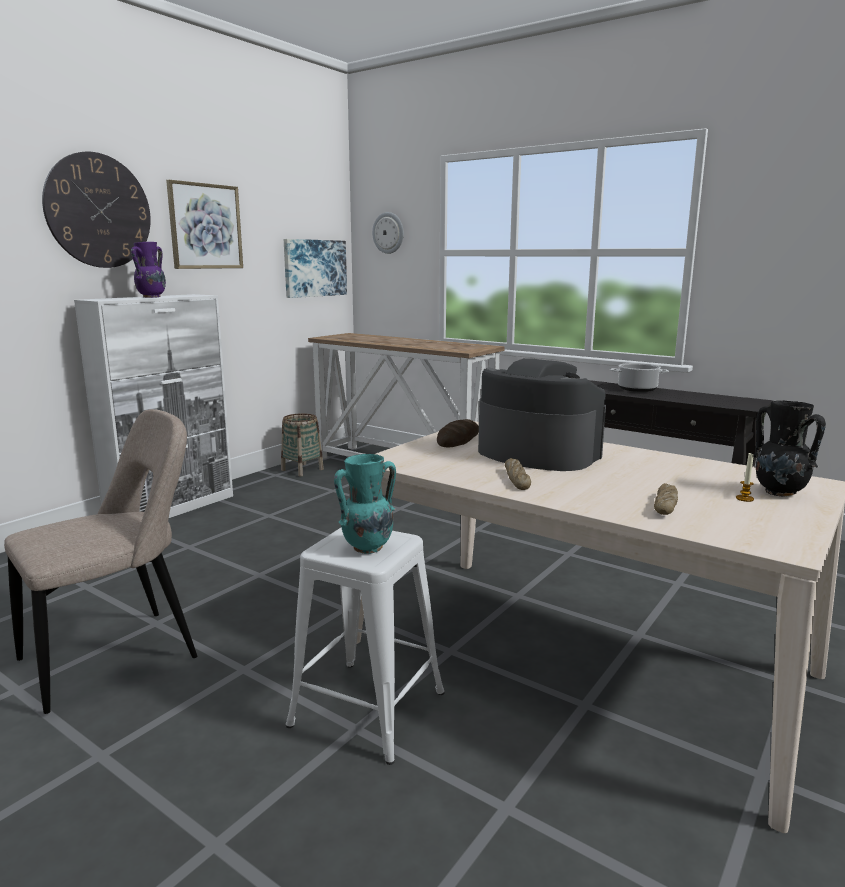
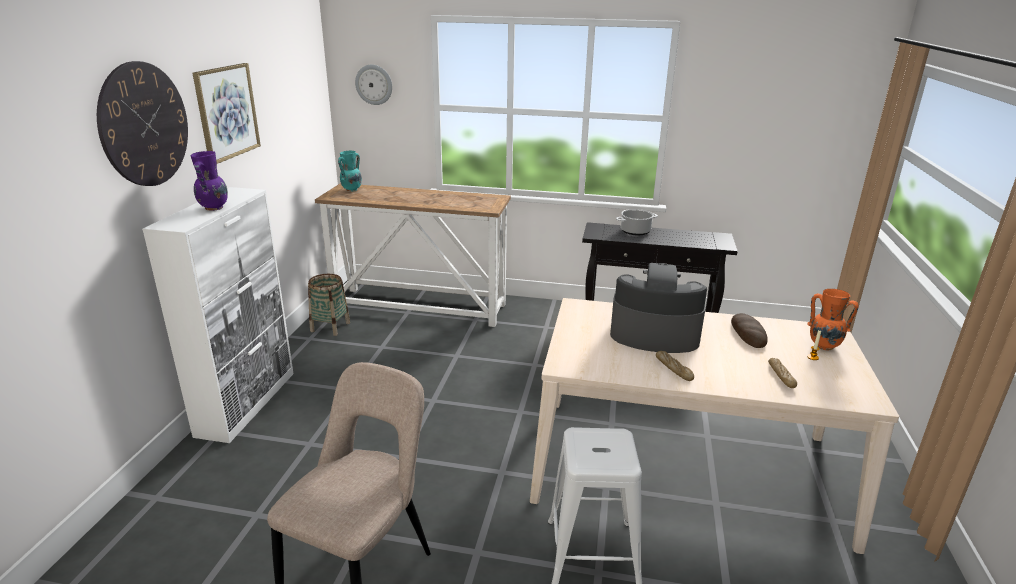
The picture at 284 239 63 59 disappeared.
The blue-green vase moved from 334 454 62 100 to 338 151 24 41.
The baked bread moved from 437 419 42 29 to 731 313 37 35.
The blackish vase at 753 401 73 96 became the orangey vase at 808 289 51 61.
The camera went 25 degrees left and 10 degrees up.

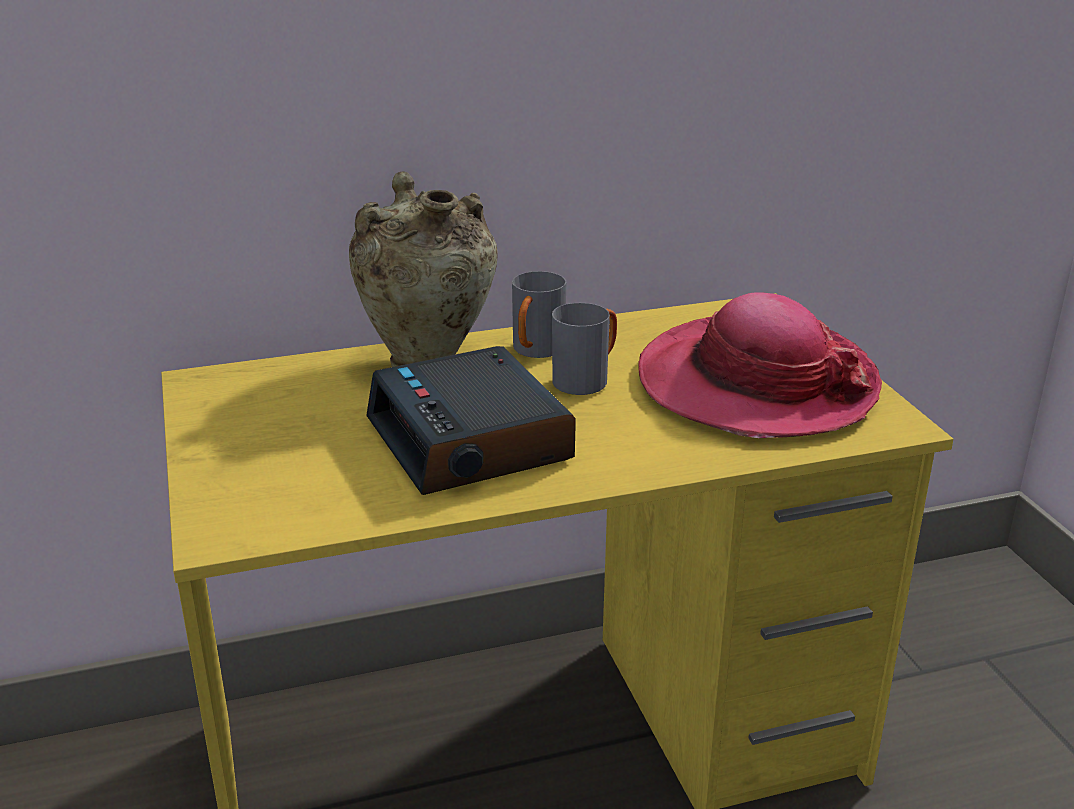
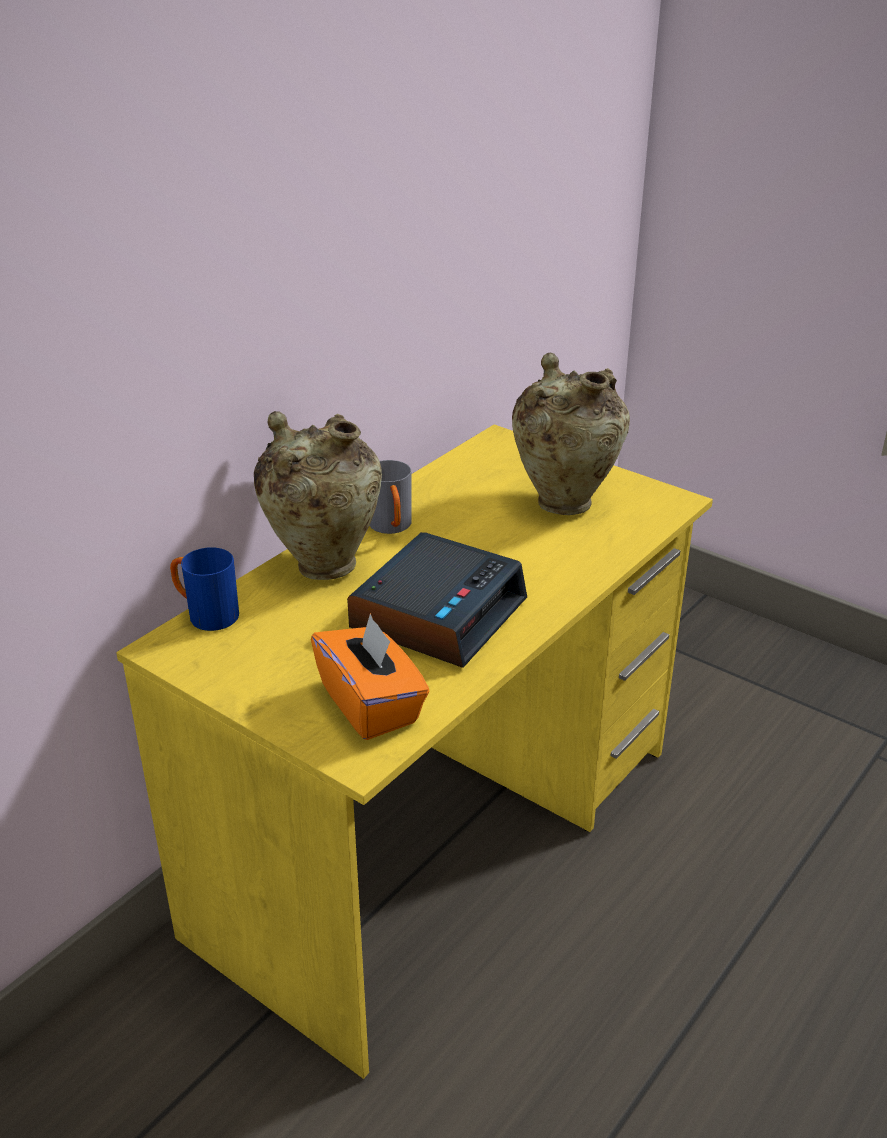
The bedside clock at 366 346 210 149 turned 90 degrees counterclockwise.
The greyish mug at 552 303 65 92 disappeared.
The clothing hat at 638 292 244 146 was replaced by the beige vase at 512 352 118 163.
The blue mug at 170 547 69 84 appeared.
The orangey tissue holder at 311 613 118 127 appeared.
The camera went 35 degrees left and 5 degrees up.

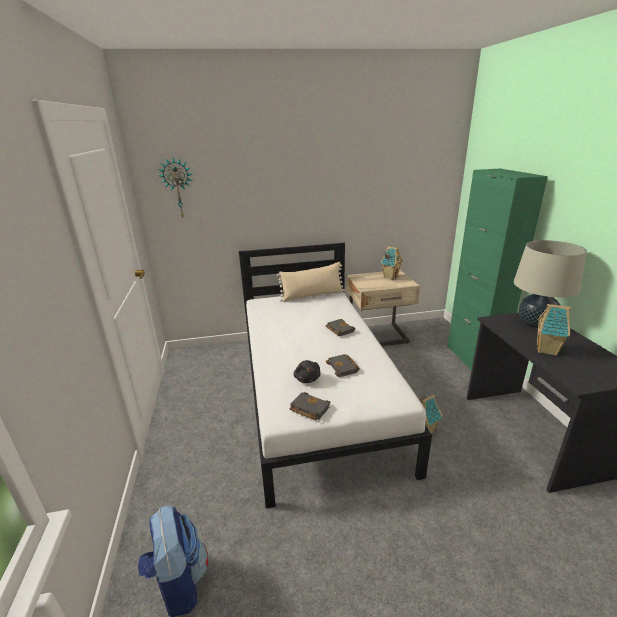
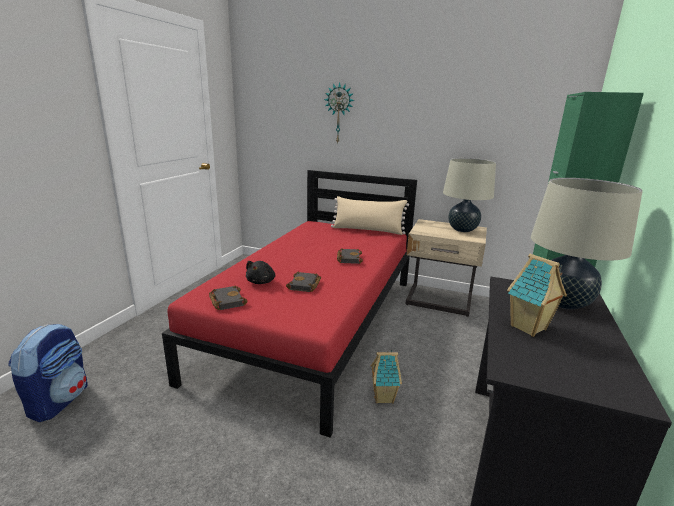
The hanging clock moved from 159 158 33 60 to 324 82 31 61.
The white-coloured bedroom bed at 239 243 193 265 became the reddish bedroom bed at 162 170 255 267.
The model house at 381 246 22 34 was replaced by the beige table lamp at 443 158 53 74.
The camera went 30 degrees right and 5 degrees down.

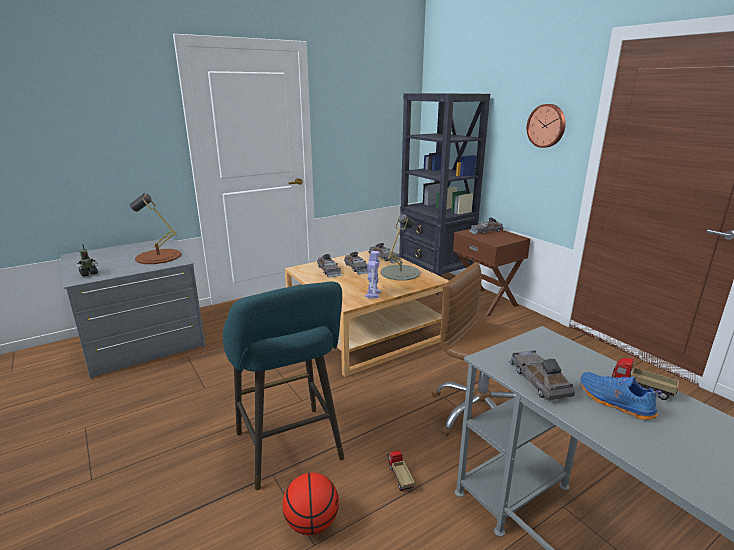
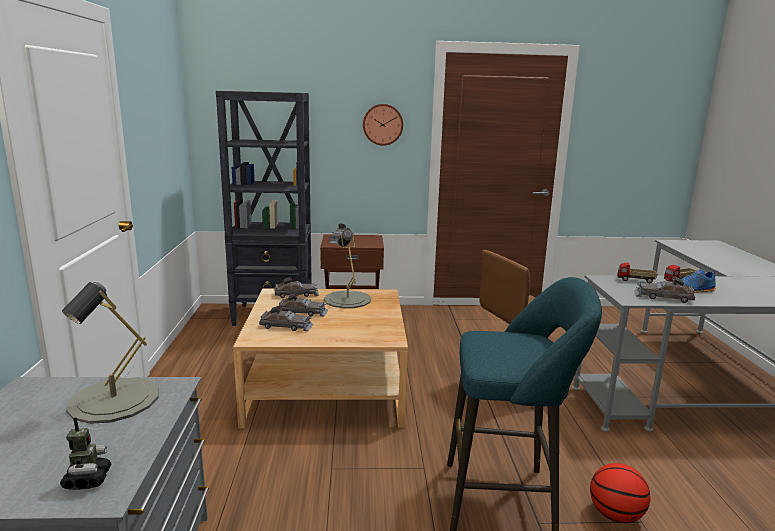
The brown-coloured table lamp at 130 193 52 71 became the greyish table lamp at 62 282 97 142.
The model robot at 365 251 16 48 disappeared.
The toy lorry moved from 387 451 28 40 to 617 262 40 21.
The camera went 60 degrees left and 5 degrees down.

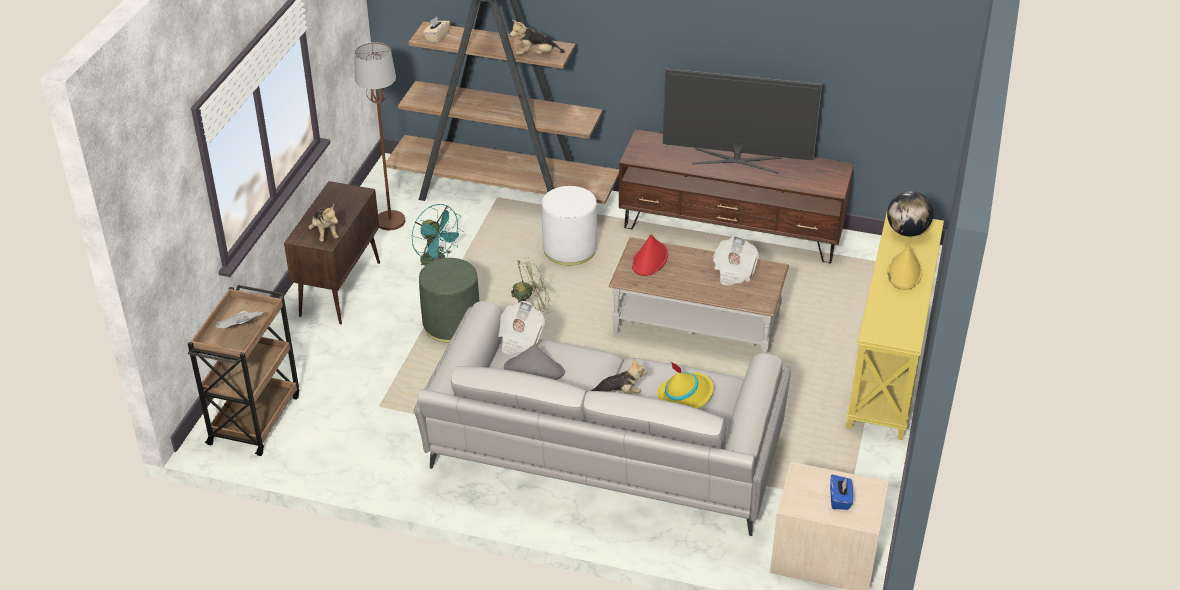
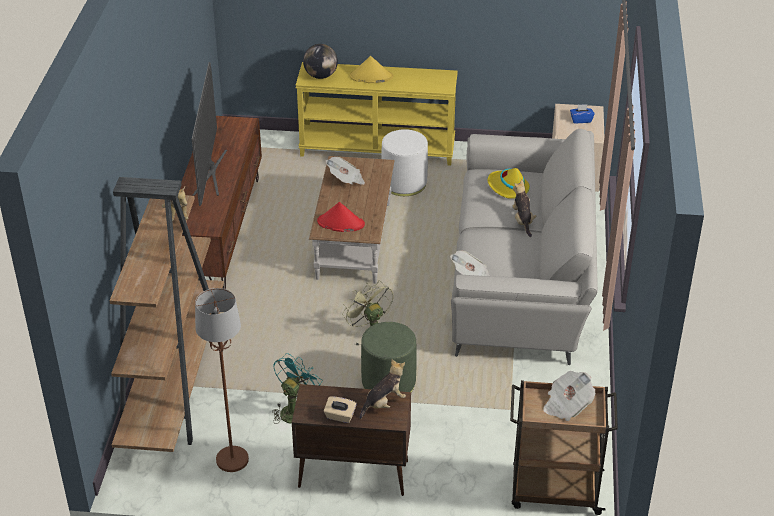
The beige tissue holder moved from 423 16 27 27 to 324 396 33 27.
The greyish clothing hat at 504 344 61 36 disappeared.
The white-coloured pouffe moved from 542 186 55 79 to 381 129 47 67.
The camera went 100 degrees left and 0 degrees up.

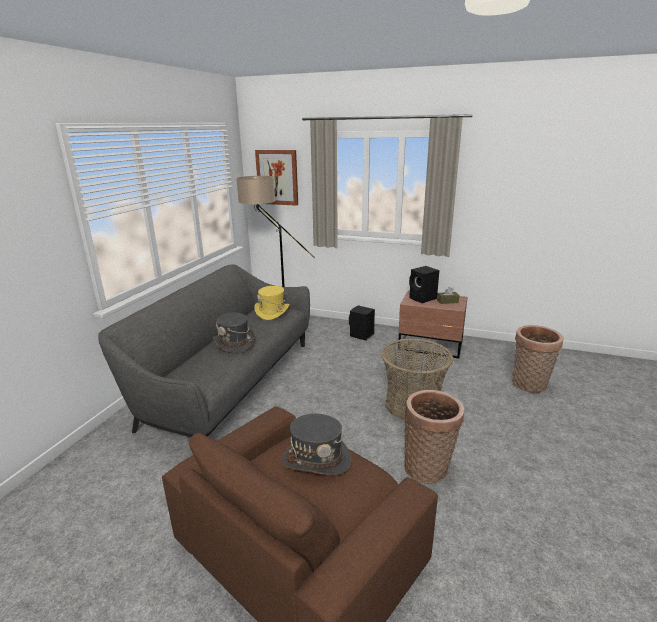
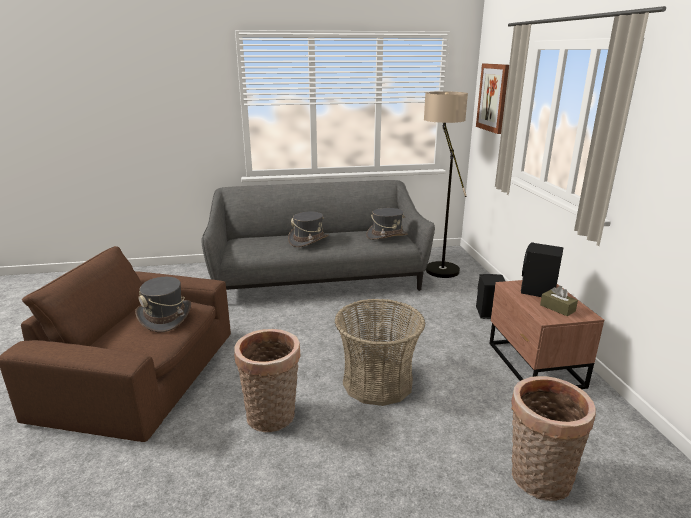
The yellow clothing hat at 254 286 36 34 became the greyish clothing hat at 366 208 42 32.
The camera went 60 degrees right and 0 degrees up.

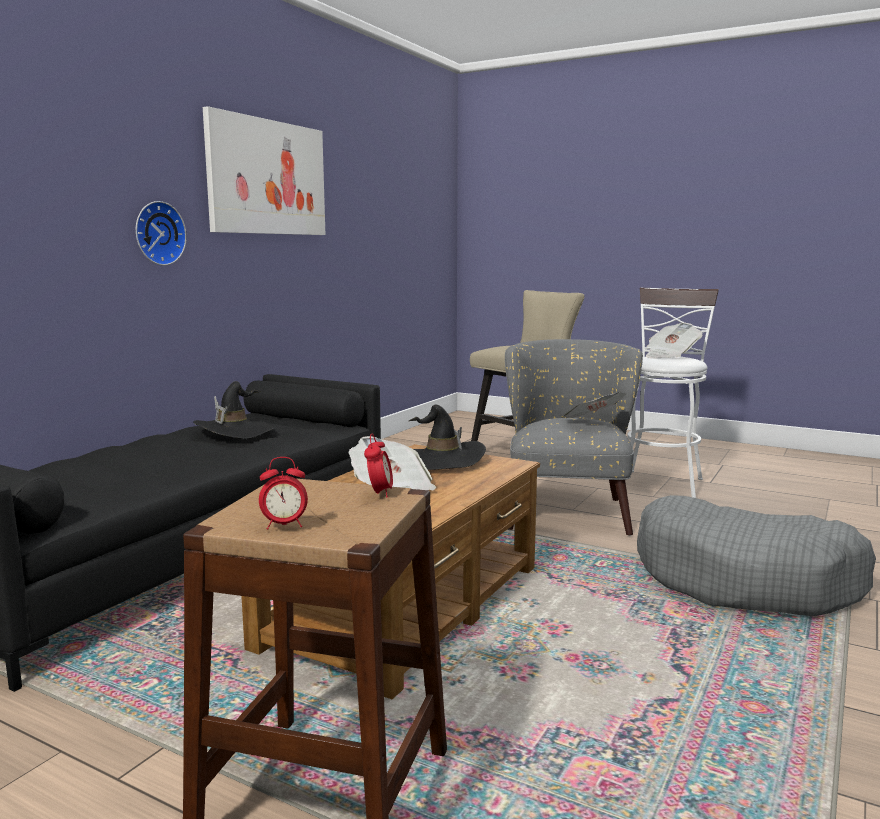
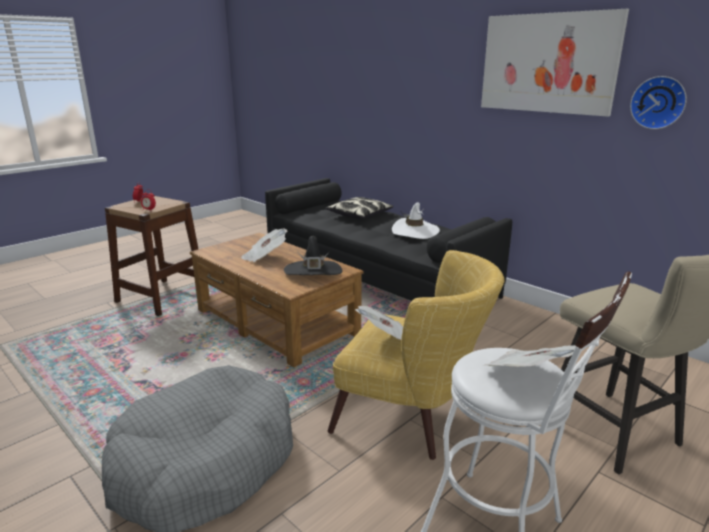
The hanging clock moved from 136 201 51 65 to 630 76 57 53.
The blackish clothing hat at 193 381 82 58 became the white-coloured clothing hat at 392 202 48 37.
The greyish lounge chair at 505 339 138 197 became the yellow lounge chair at 328 250 177 210.
The pillow at 325 197 69 22 appeared.
The camera went 105 degrees right and 10 degrees up.

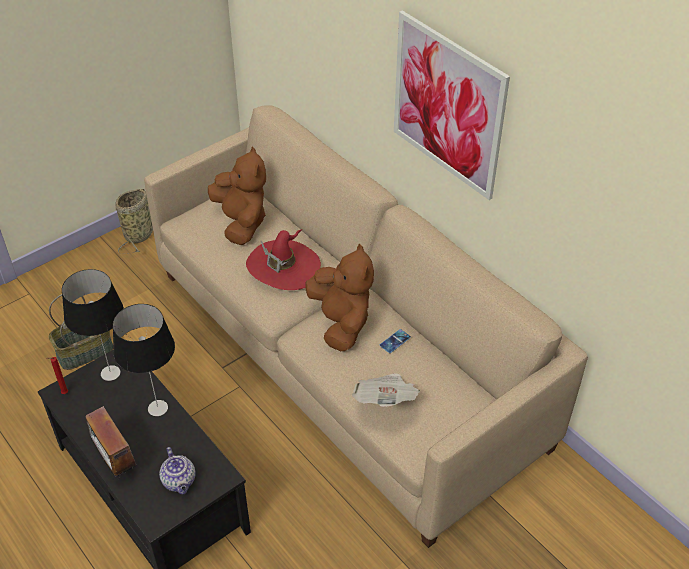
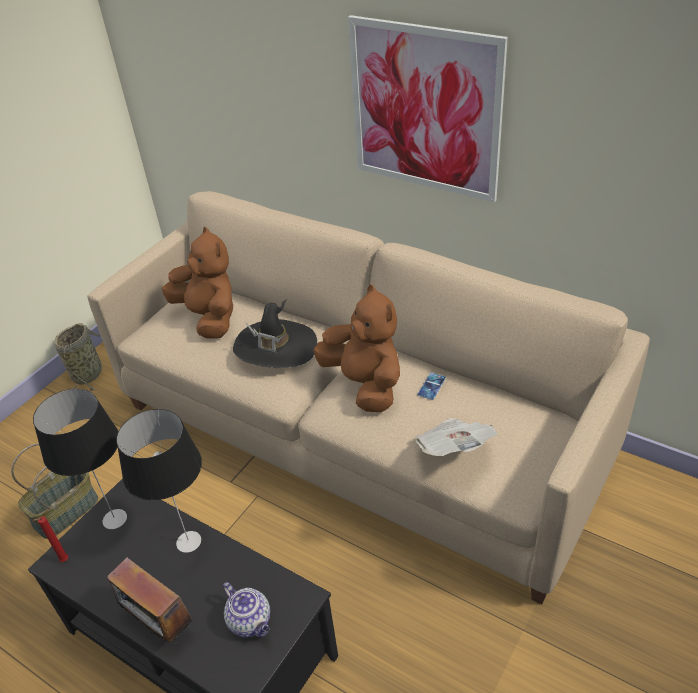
The reddish clothing hat at 246 229 75 61 became the blackish clothing hat at 233 299 84 69.
The camera went 15 degrees left and 5 degrees down.

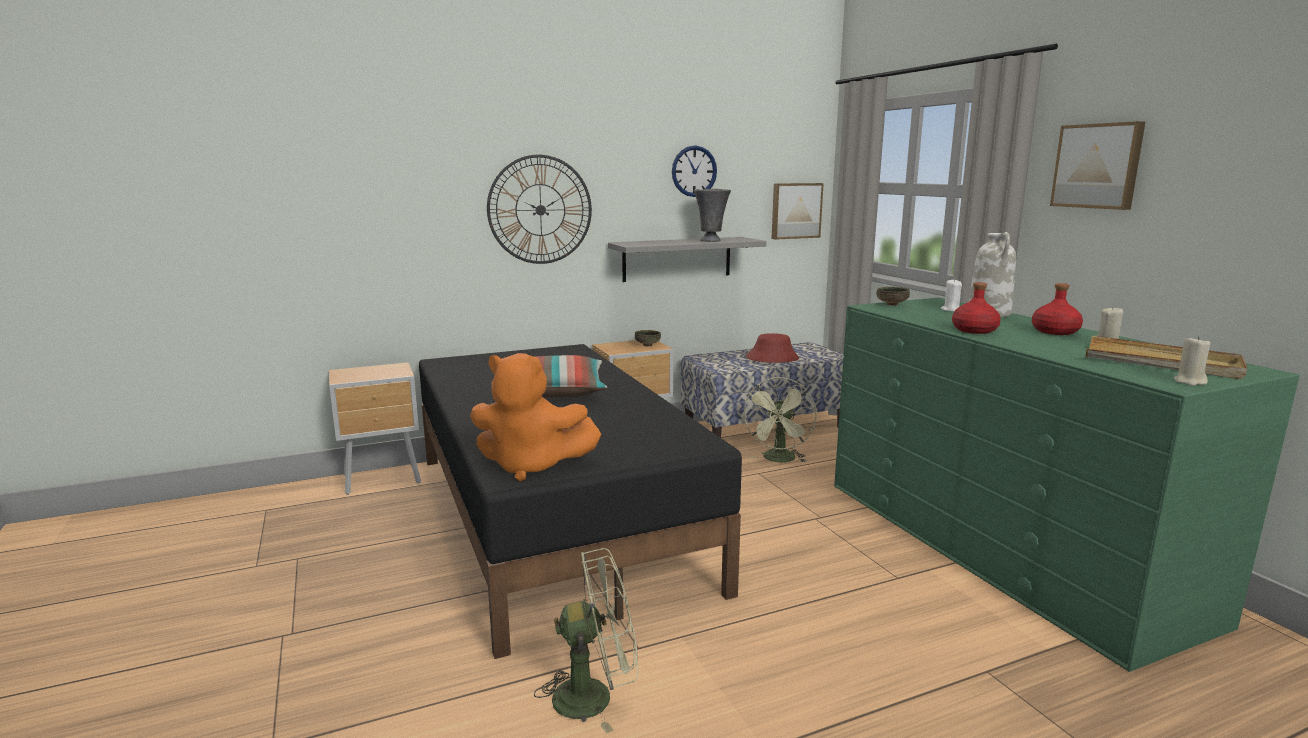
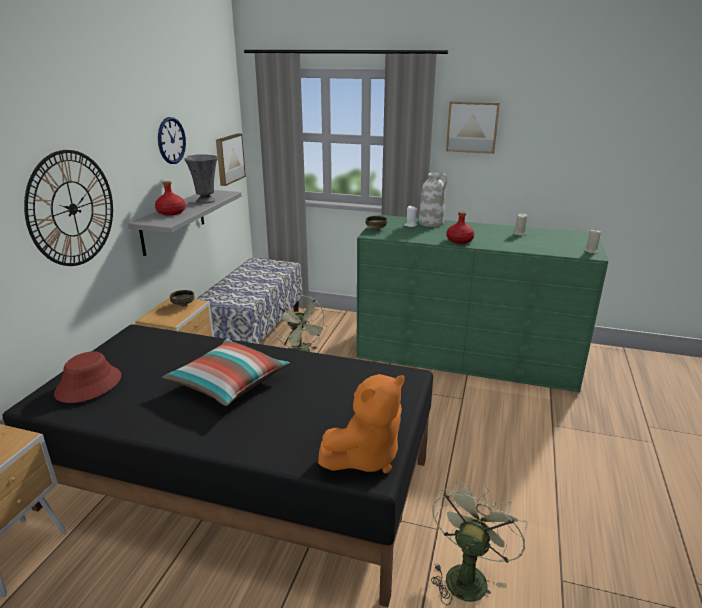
The reddish clothing hat moved from 746 333 53 30 to 54 351 67 52.
The reddish beverage bottle moved from 1032 283 51 52 to 155 181 31 35.
The beige tray at 1086 336 161 43 disappeared.
The camera went 50 degrees left and 10 degrees up.

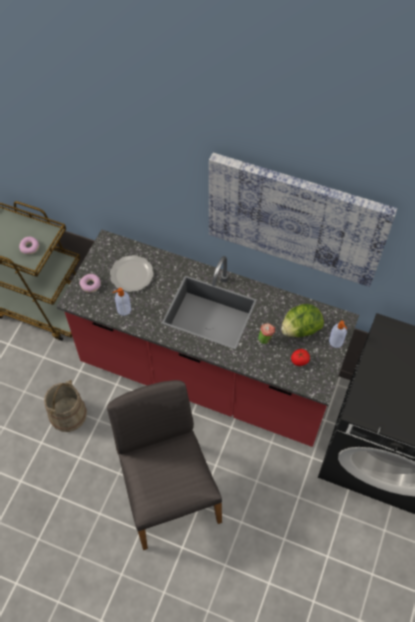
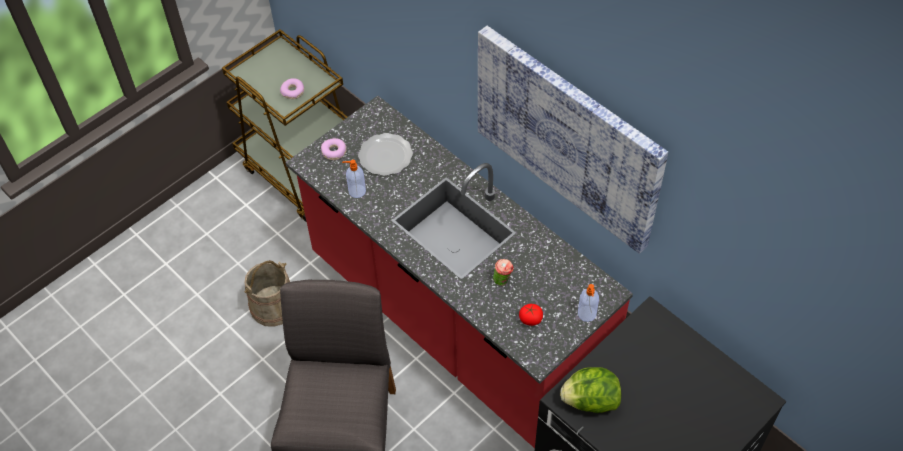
The lettuce moved from 281 304 43 33 to 560 367 61 46.
The camera went 25 degrees right and 5 degrees down.

